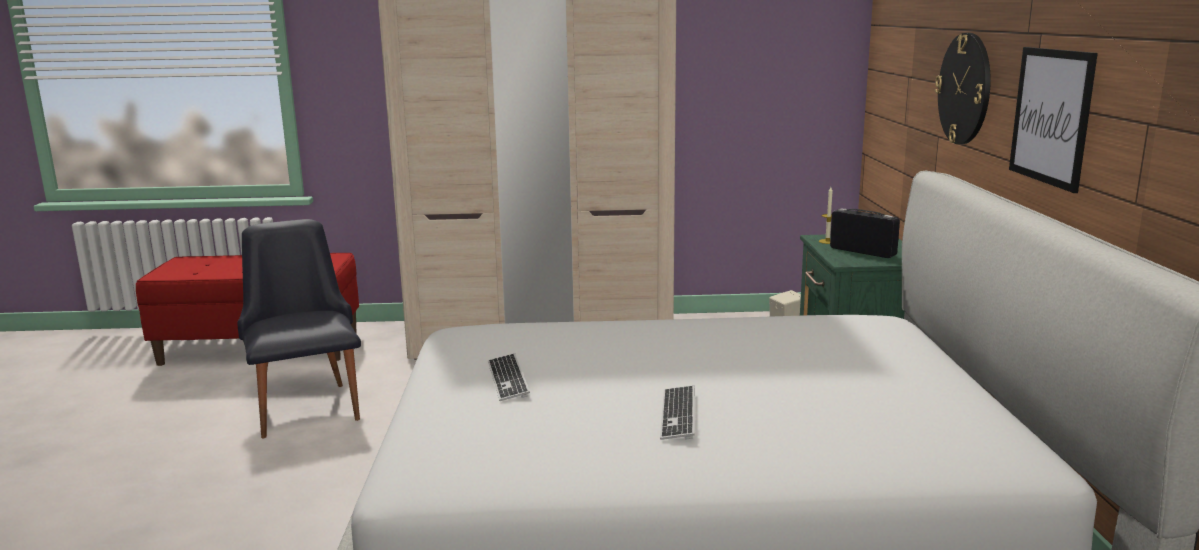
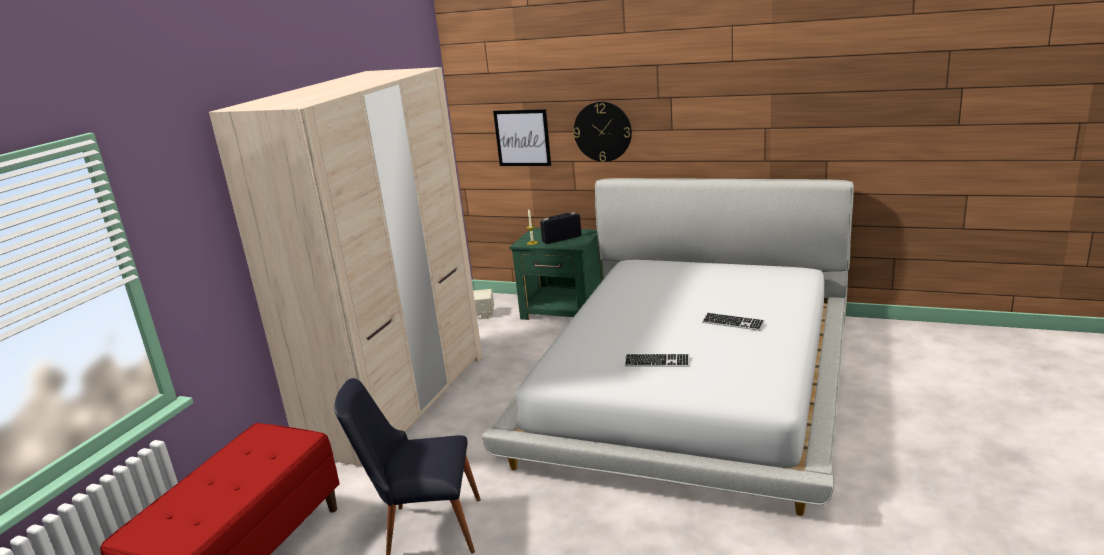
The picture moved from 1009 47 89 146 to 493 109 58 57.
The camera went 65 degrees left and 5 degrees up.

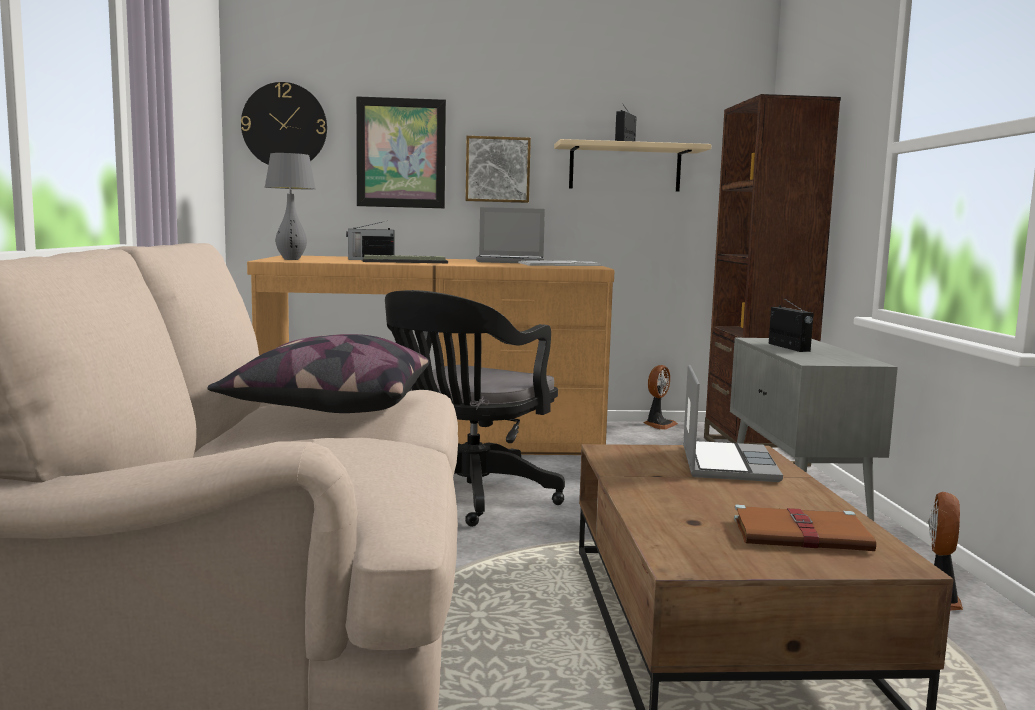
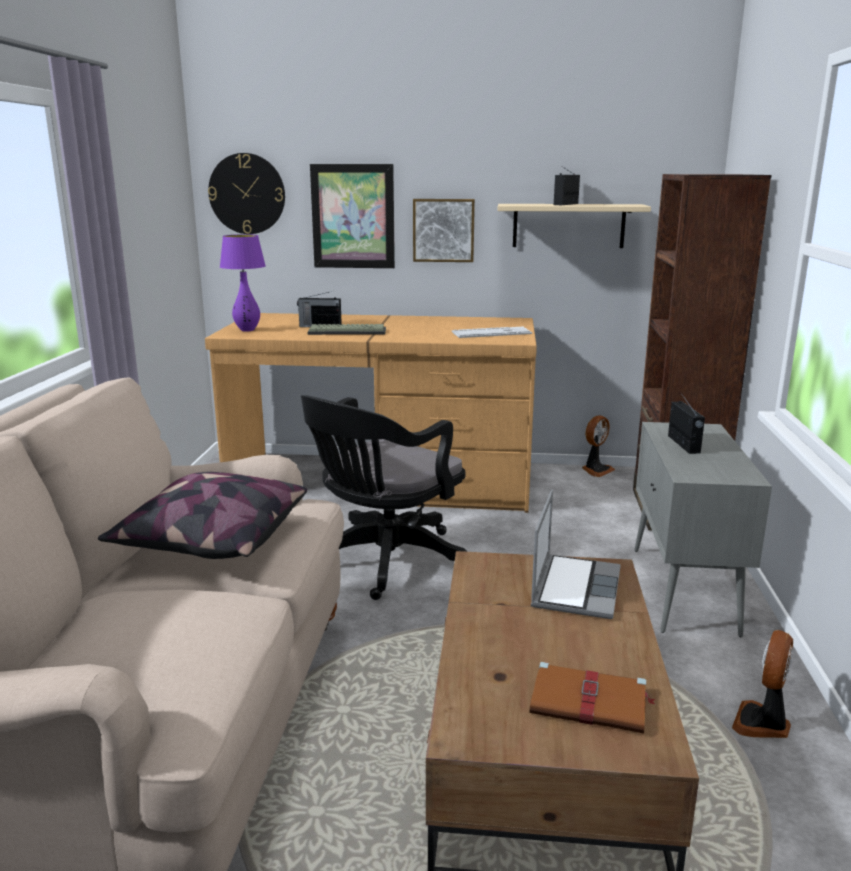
The greyish table lamp at 265 153 51 107 became the purple table lamp at 220 234 46 98.
The laptop at 476 207 69 56 disappeared.
The camera went 10 degrees right and 10 degrees up.

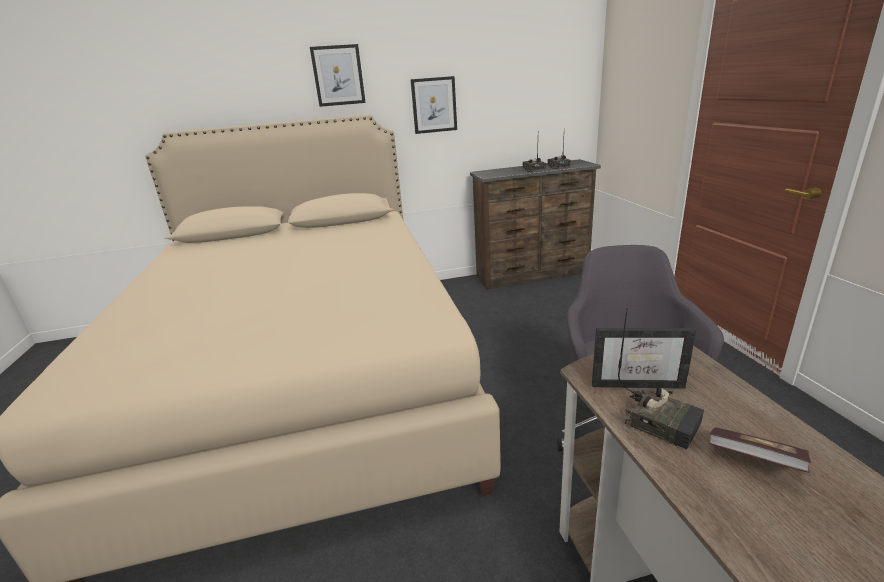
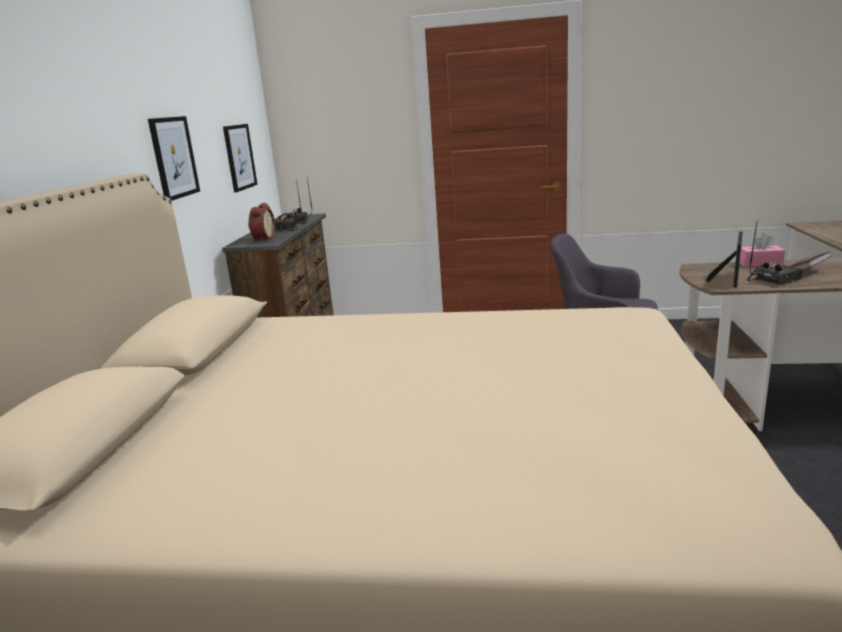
The picture moved from 310 44 56 63 to 223 124 35 68.
The bedside clock at 248 202 27 40 appeared.
The pink tissue holder at 740 234 45 33 appeared.
The camera went 70 degrees left and 5 degrees down.

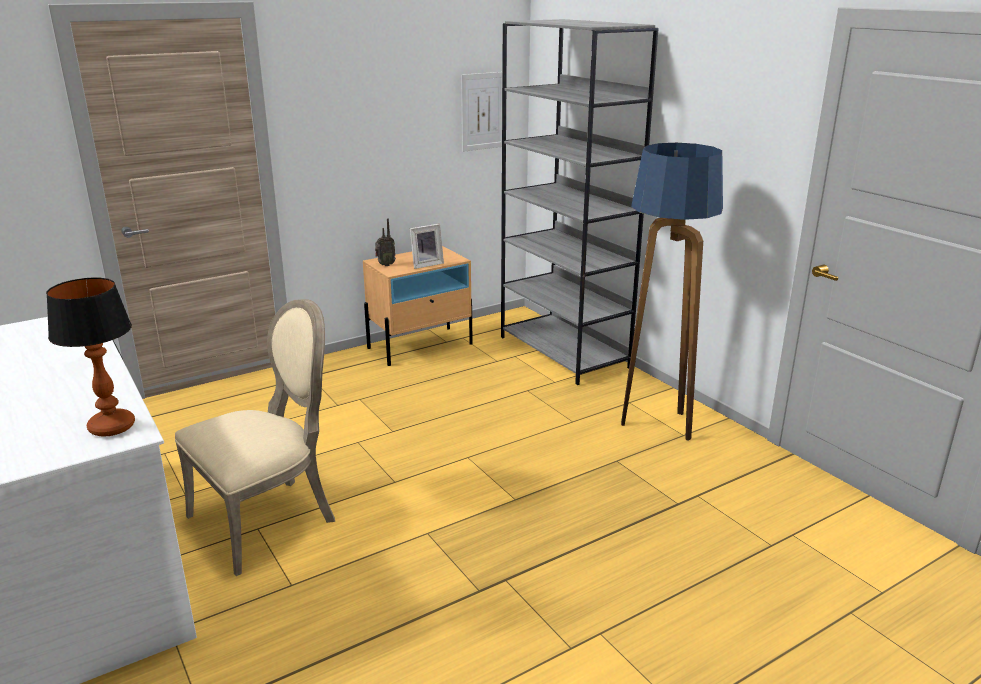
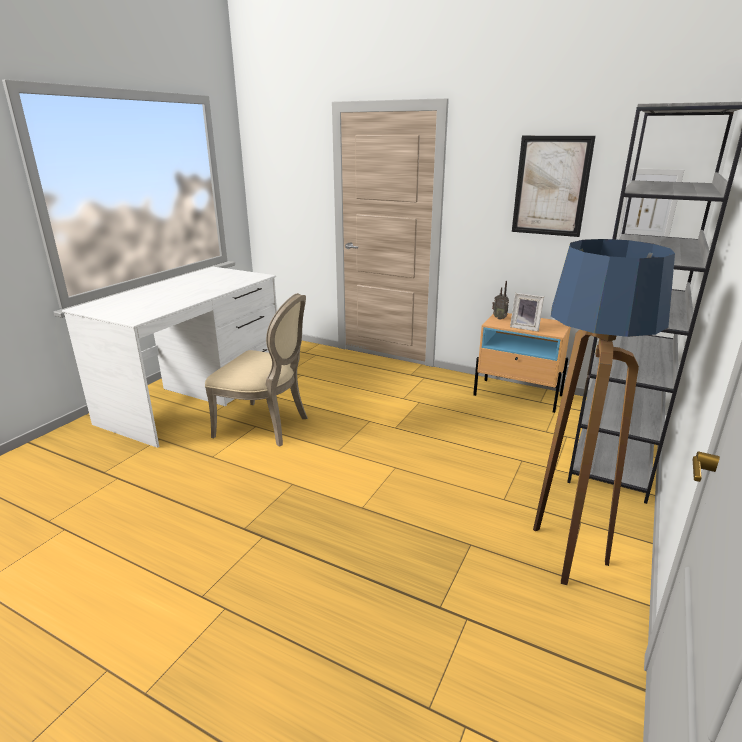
The table lamp at 46 278 89 159 disappeared.
The picture at 512 136 84 101 appeared.
The camera went 60 degrees right and 0 degrees up.

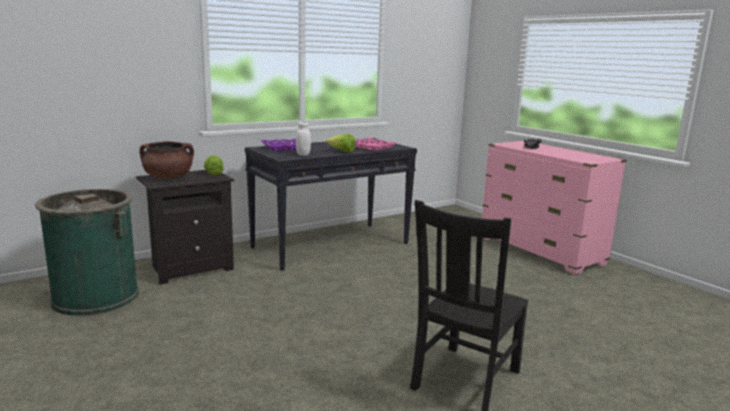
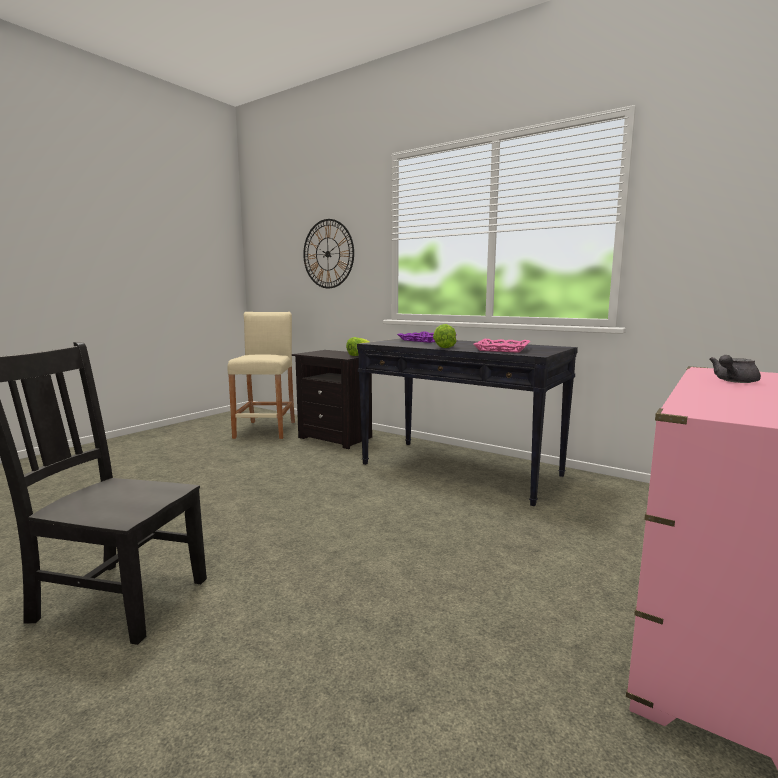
The green waste bin at 35 189 104 127 was replaced by the beige sitting stool at 227 312 68 127.
The brown-coloured saucepot at 140 141 54 38 disappeared.
The white-coloured preserve jar at 296 122 15 34 disappeared.
The hanging clock at 303 219 51 70 appeared.
The camera went 70 degrees right and 5 degrees down.

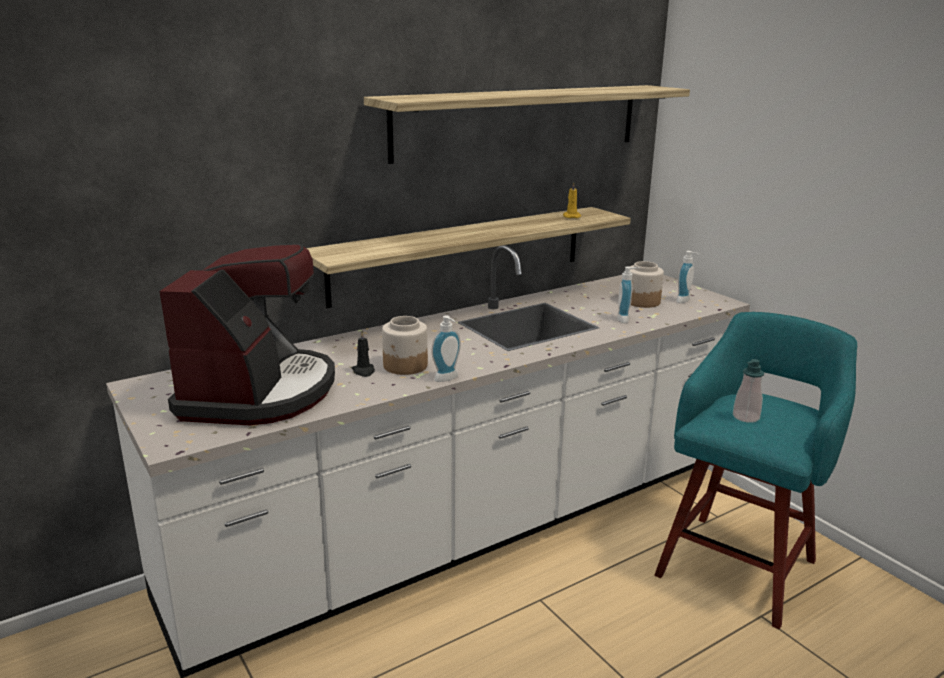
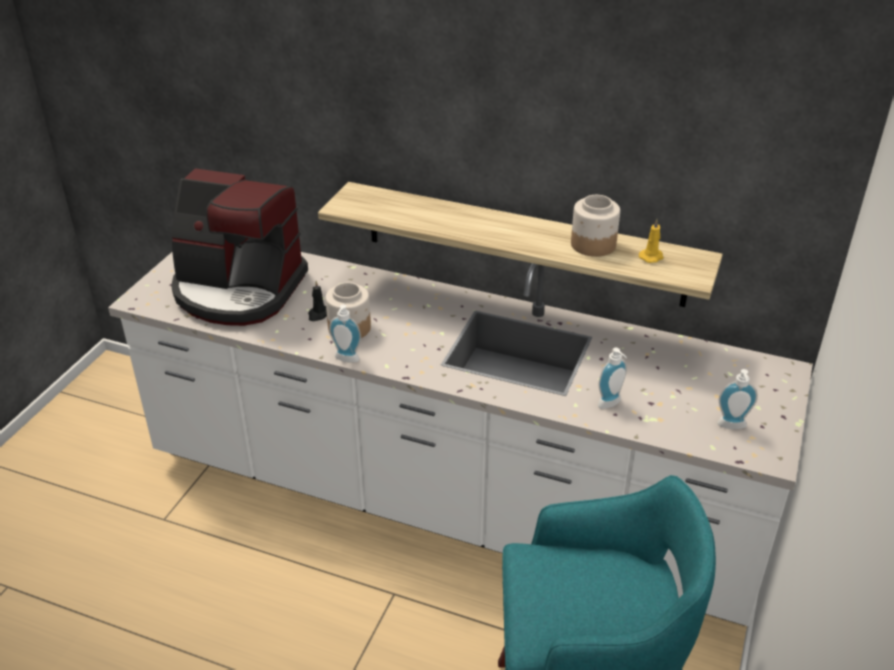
The coffee machine at 159 243 176 182 turned 45 degrees clockwise.
The shelf at 364 85 326 79 disappeared.
The preserve jar moved from 630 261 34 47 to 571 195 49 62.
The soap bottle at 733 359 31 64 disappeared.
The camera went 55 degrees right and 15 degrees up.

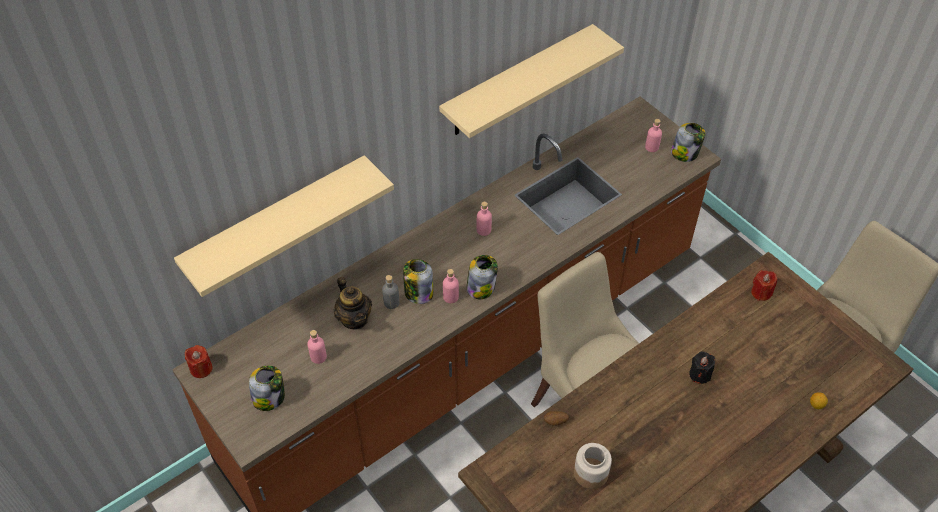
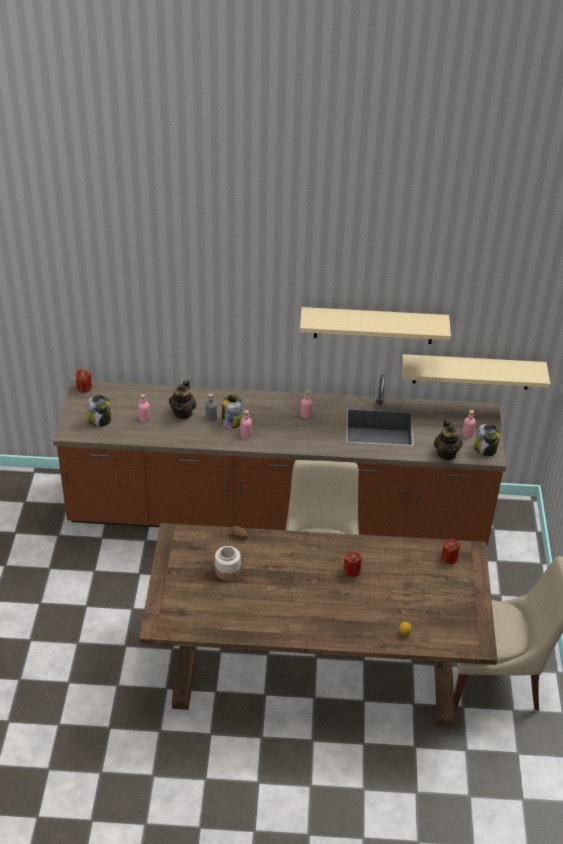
The beige shelf moved from 174 155 220 142 to 402 354 148 36.
The preserve jar at 467 255 31 44 disappeared.
The blackish wax light at 689 351 26 33 became the reddish wax light at 343 552 19 26.
The teapot at 434 420 29 40 appeared.
The camera went 40 degrees right and 10 degrees down.

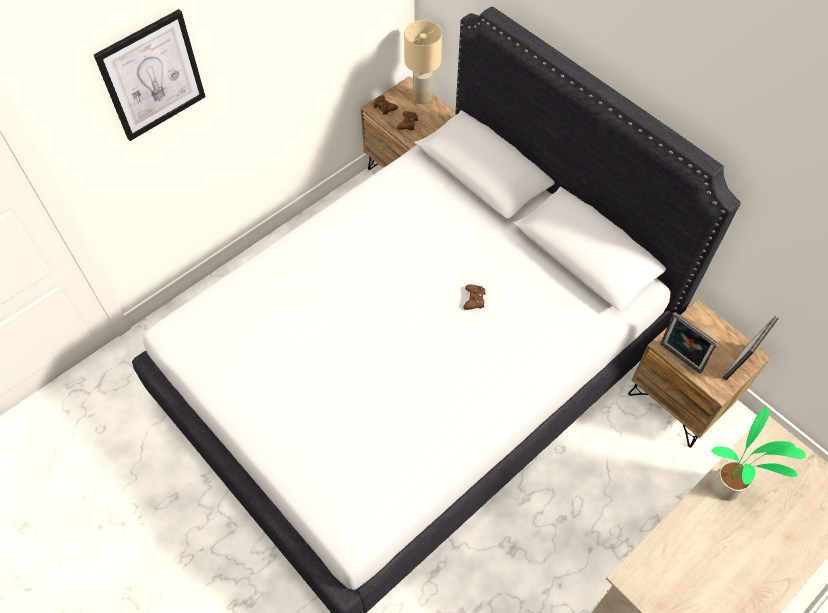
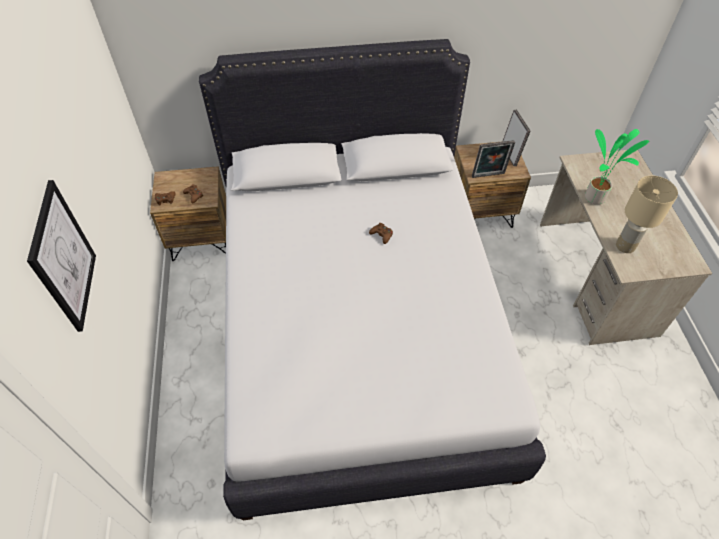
The beige table lamp moved from 404 20 38 84 to 616 176 62 77.
The camera went 55 degrees left and 5 degrees down.

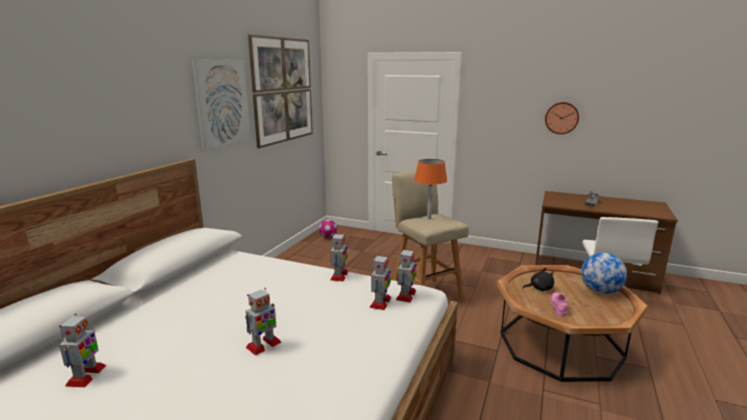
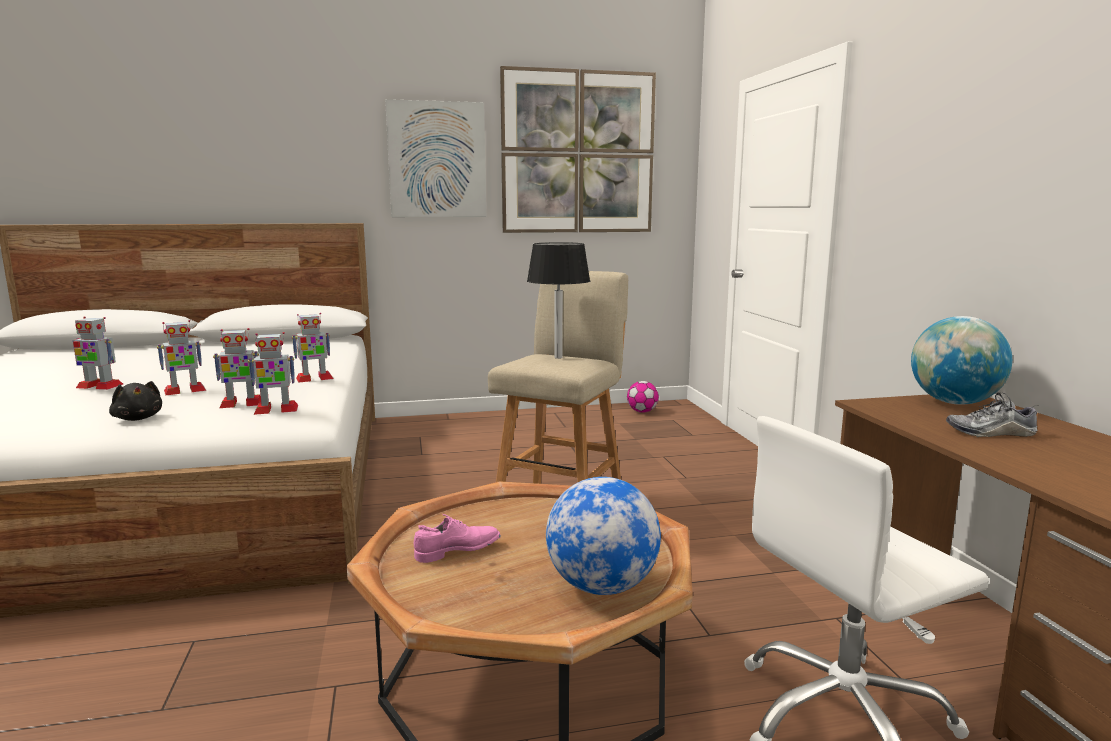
The model robot moved from 59 313 47 74 to 157 320 49 76.
The orangey table lamp at 414 159 33 60 became the blackish table lamp at 527 242 63 117.
The blackish soft toy moved from 523 268 31 23 to 109 381 53 40.
The hanging clock at 545 102 34 32 disappeared.
The globe at 911 316 101 89 appeared.
The camera went 55 degrees right and 5 degrees down.

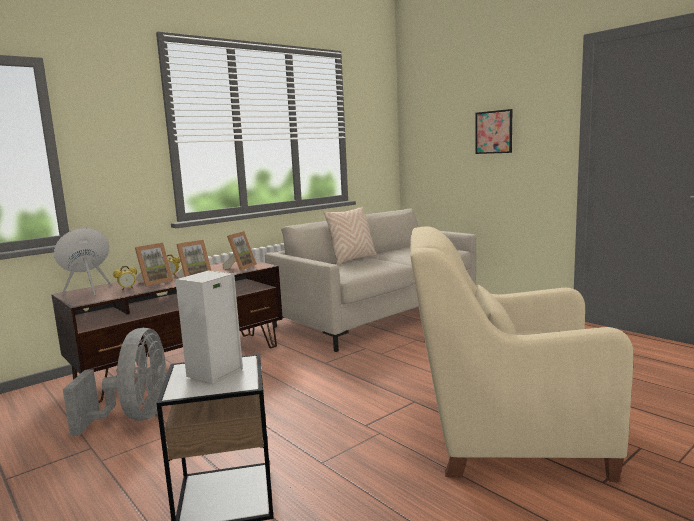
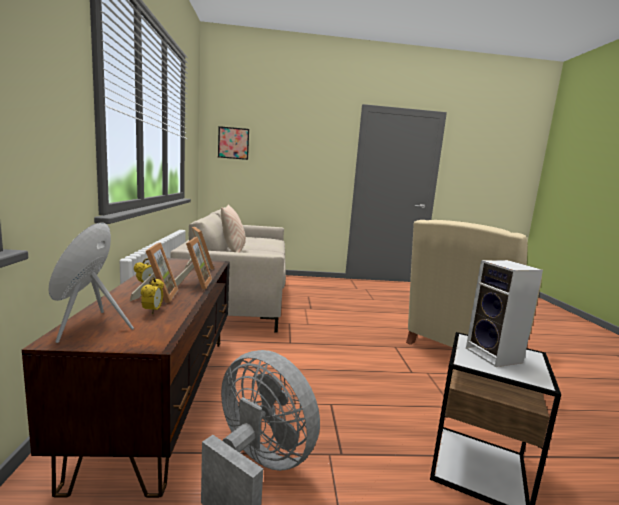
The picture moved from 476 109 36 45 to 218 126 31 34.
The camera went 55 degrees left and 0 degrees up.

